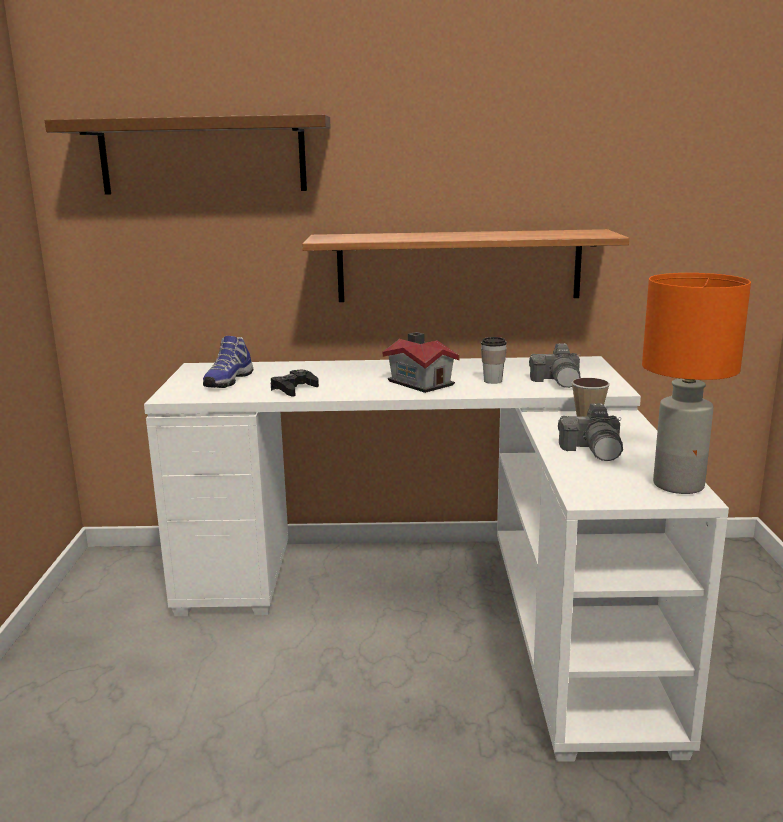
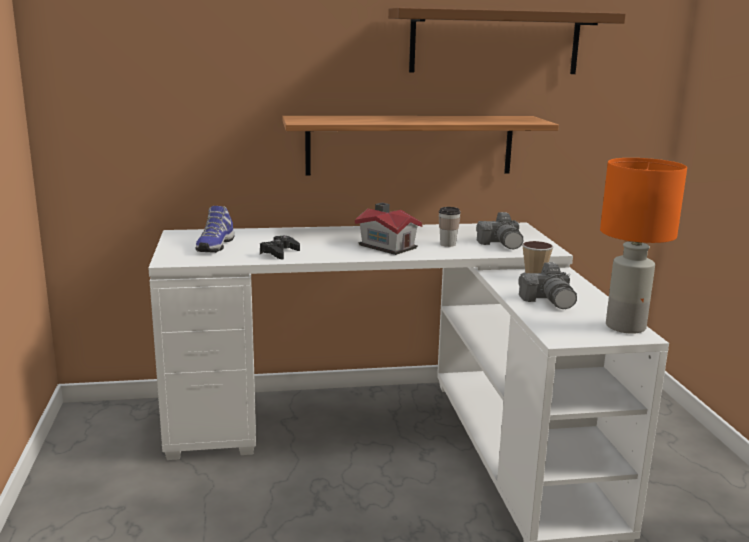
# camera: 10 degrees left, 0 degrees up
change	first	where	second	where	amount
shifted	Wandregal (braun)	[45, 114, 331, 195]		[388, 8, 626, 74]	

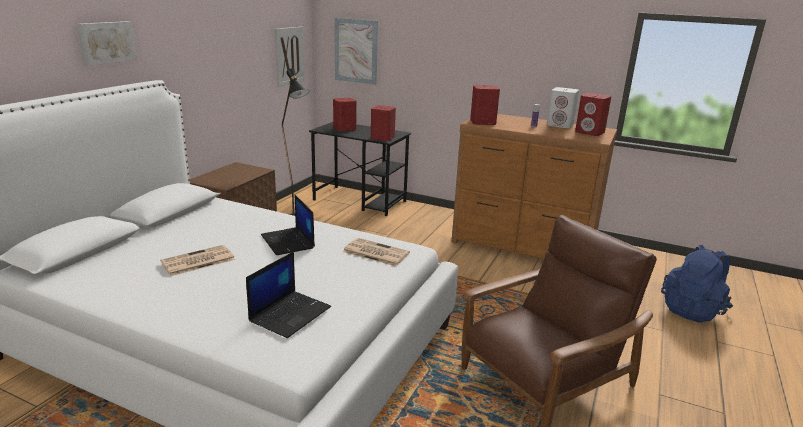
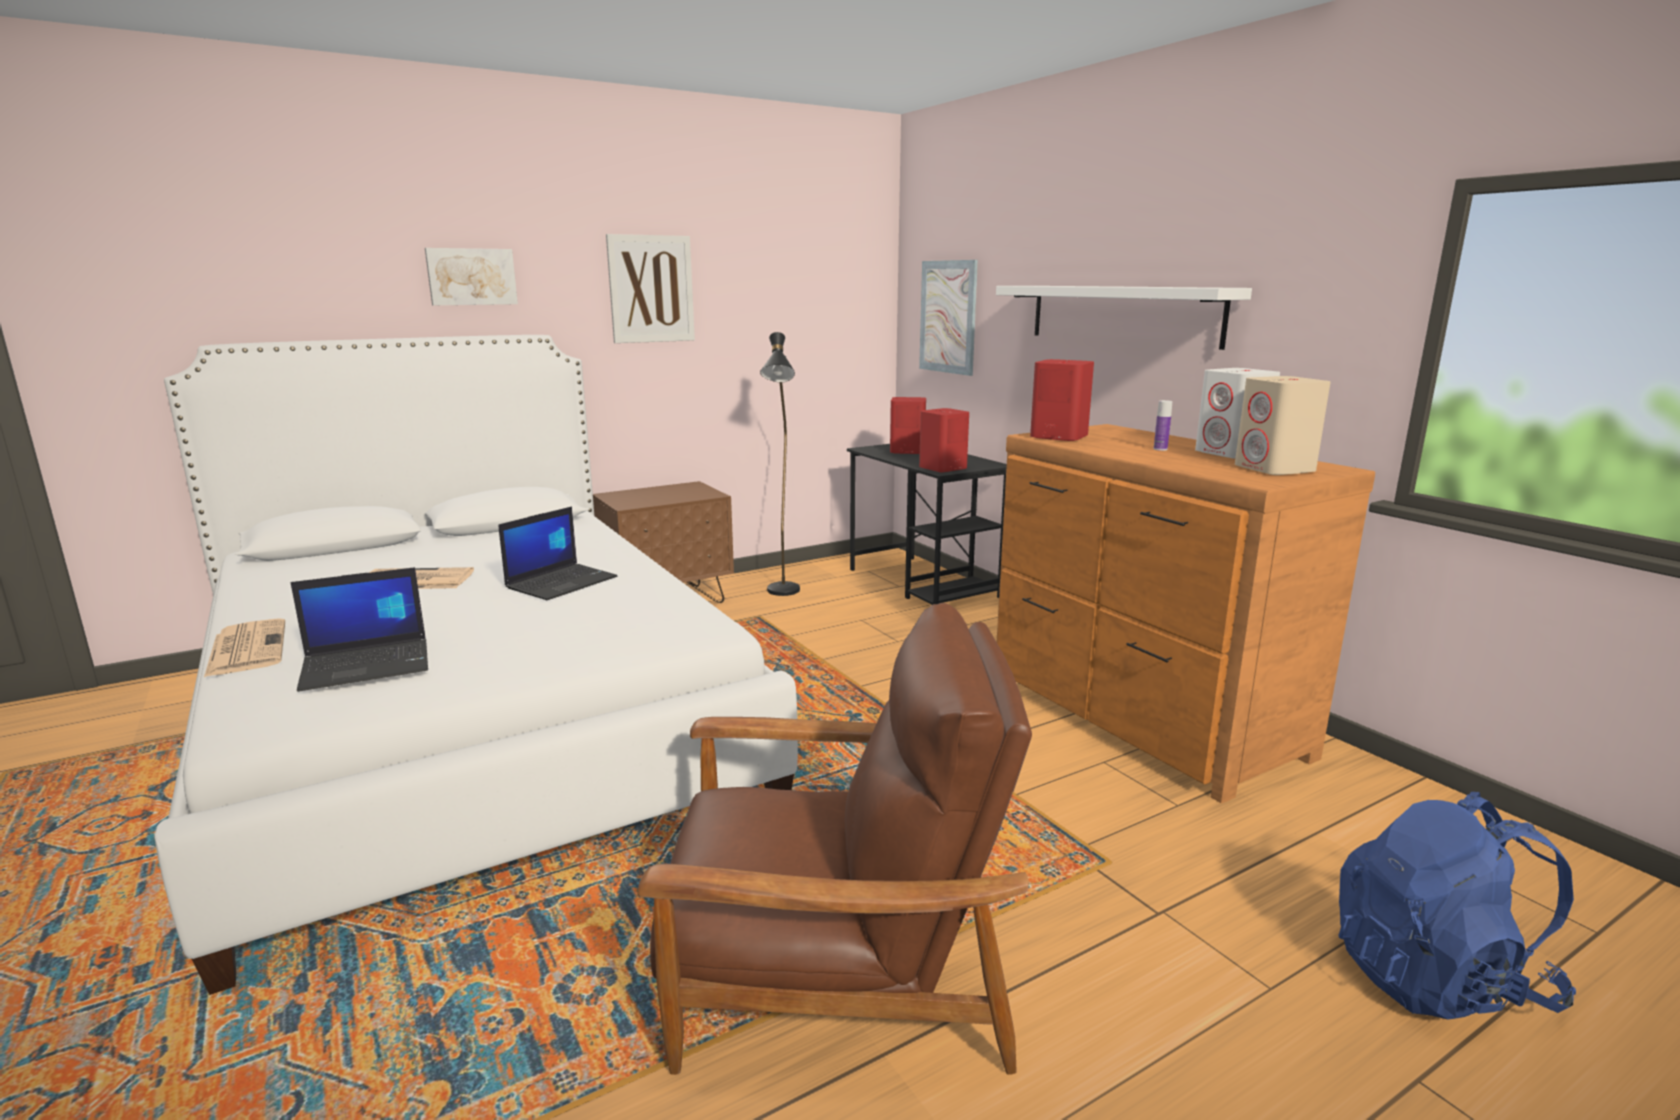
# camera: 35 degrees right, 5 degrees down
change	first	where	second	where	amount
rotated	Laptop	[261, 194, 315, 255]		[498, 506, 617, 600]	150 degrees counterclockwise
shifted	Bild	[274, 27, 305, 87]		[606, 234, 695, 343]	
shifted	Zeitung	[343, 238, 410, 266]		[204, 618, 285, 677]	
repainted	Lautsprecher (rot)	[575, 93, 611, 136]	Lautsprecher (beige)	[1235, 376, 1331, 475]	
new			Wandregal (weiß)	[996, 286, 1252, 350]	

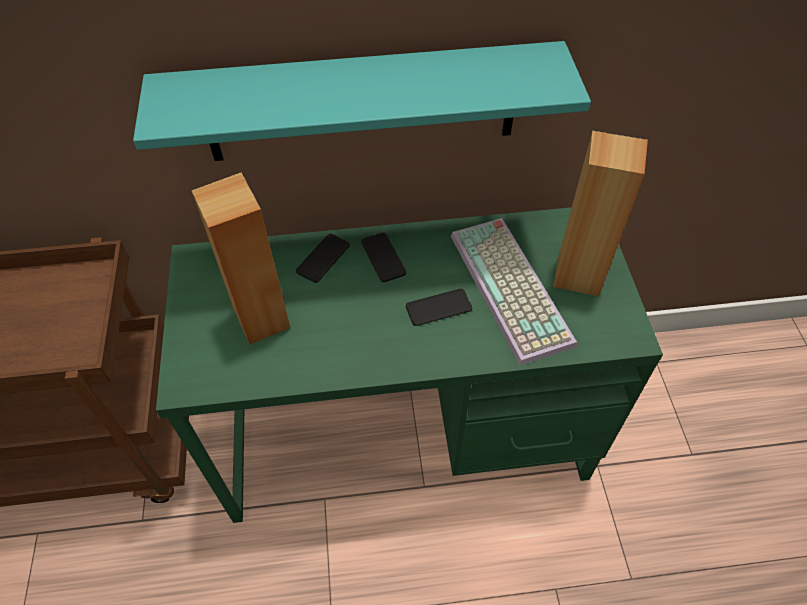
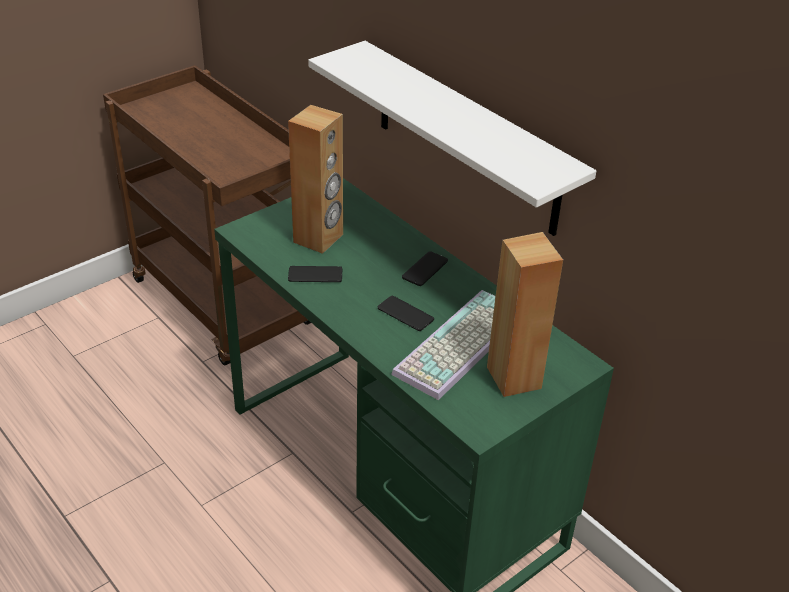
# camera: 55 degrees right, 15 degrees down
change	first	where	second	where	amount
repainted	Wandregal (türkis)	[133, 41, 591, 161]	Wandregal (weiß)	[308, 41, 596, 236]	
shifted	Handy	[296, 233, 350, 283]		[288, 266, 342, 282]	

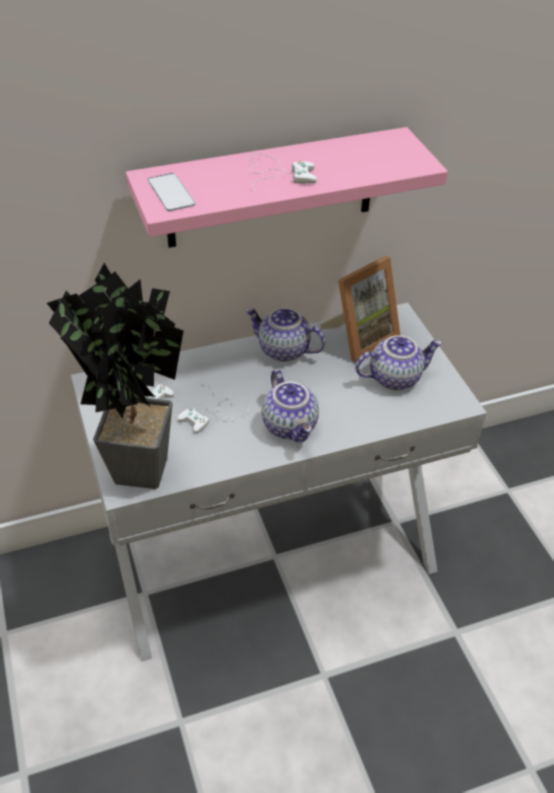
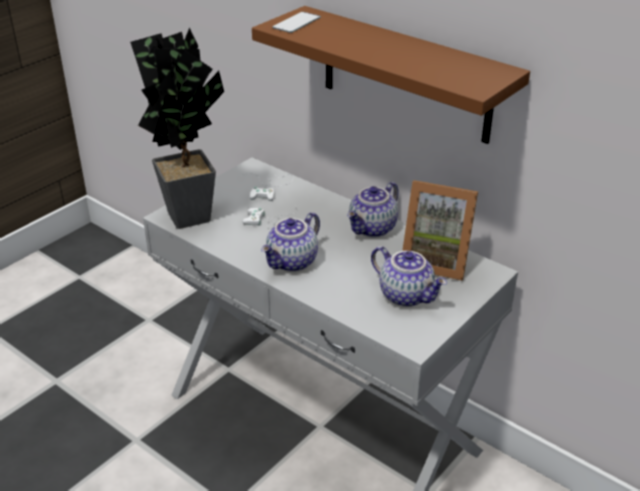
# camera: 60 degrees right, 10 degrees down
change	first	where	second	where	amount
repainted	Wandregal (rosa)	[126, 127, 448, 248]	Wandregal (braun)	[252, 6, 530, 144]	
rotated	Teekanne	[245, 307, 326, 362]		[347, 182, 399, 238]	135 degrees counterclockwise
gone	Gamepad (weiß)	[247, 154, 317, 194]			

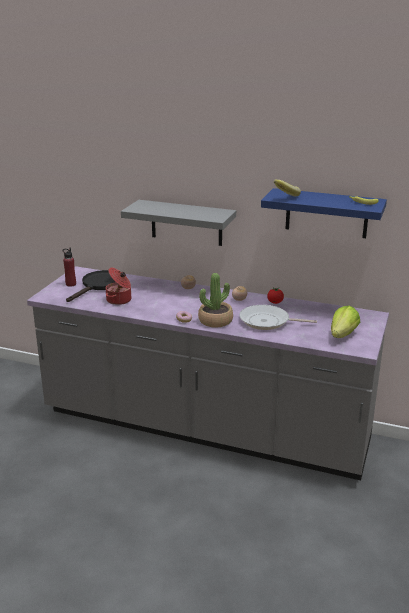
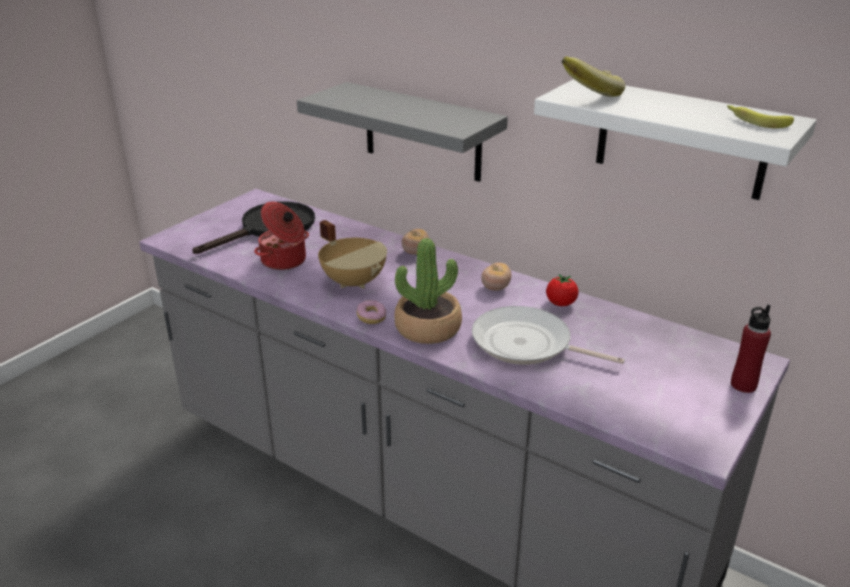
# camera: 15 degrees right, 5 degrees up
change	first	where	second	where	amount
shifted	Flasche (rot)	[62, 248, 76, 287]		[731, 304, 771, 393]	
repainted	Wandregal (blau)	[261, 188, 387, 238]	Wandregal (weiß)	[534, 79, 817, 200]	
gone	Salatkopf	[331, 306, 360, 338]			
new			Kochtopf (beige)	[318, 220, 387, 289]	

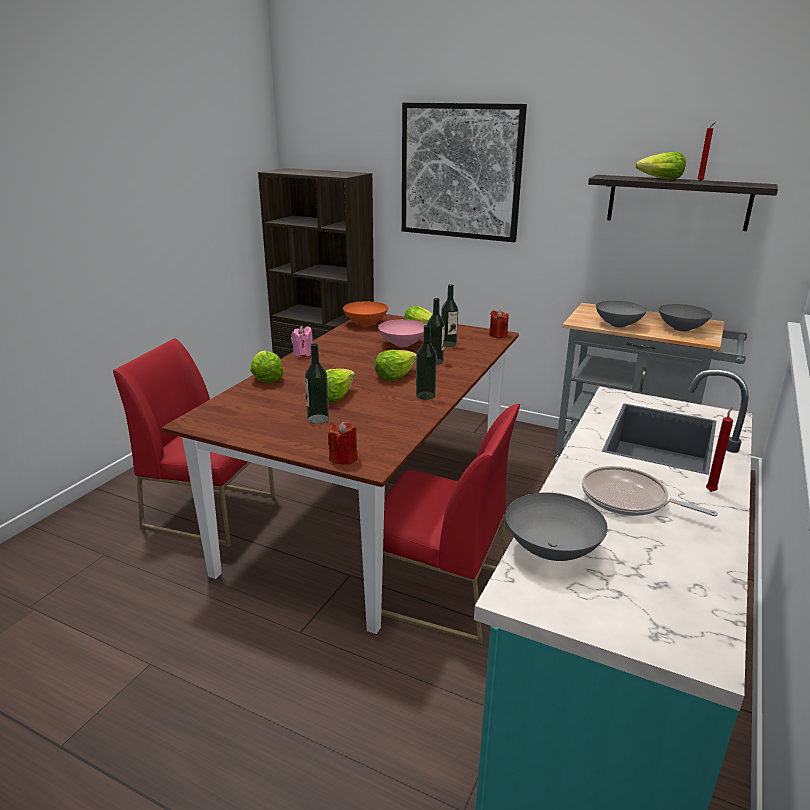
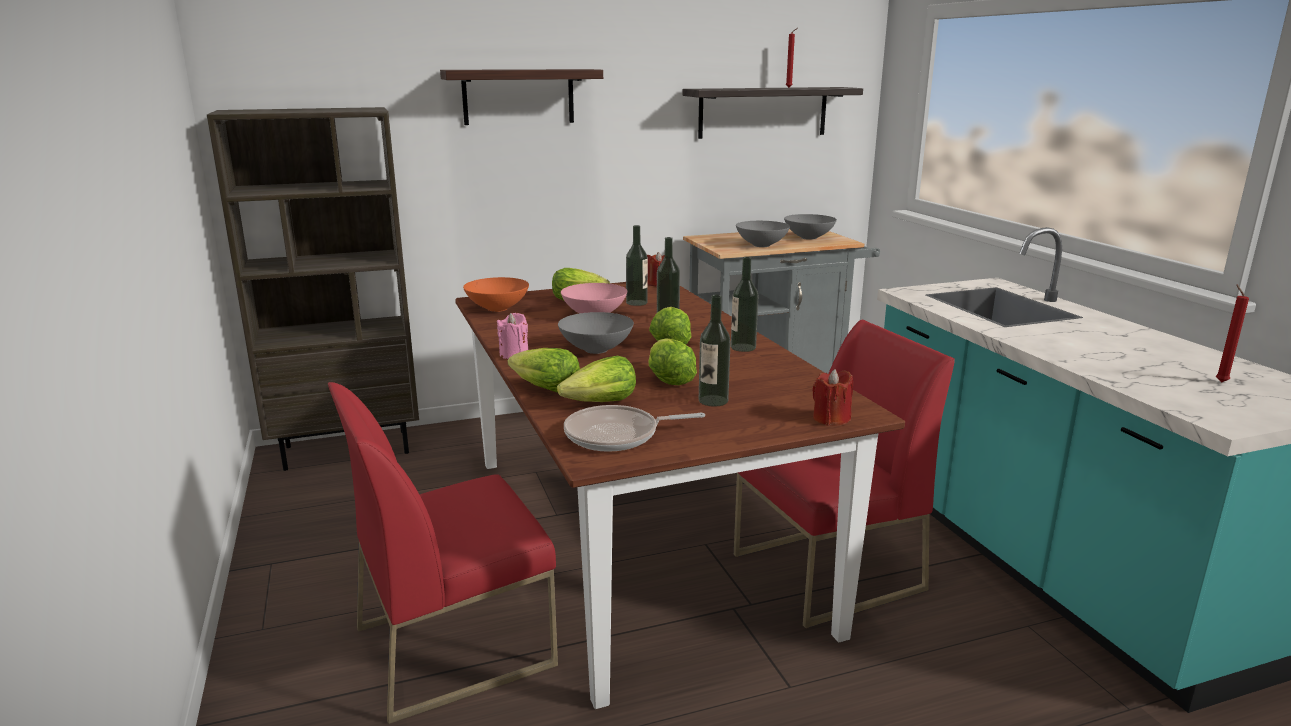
# camera: 45 degrees left, 5 degrees down
change	first	where	second	where	amount
swapped	Bild	[402, 103, 527, 242]	Wandregal	[440, 69, 603, 125]	
shifted	Schüssel (grau)	[506, 492, 608, 561]		[558, 312, 634, 354]	
shifted	Pfanne	[582, 466, 718, 516]		[564, 405, 705, 452]	
shifted	Salatkopf	[636, 152, 686, 180]		[557, 356, 636, 402]	
shifted	Kerze (rot)	[706, 407, 733, 492]		[1216, 285, 1249, 382]	

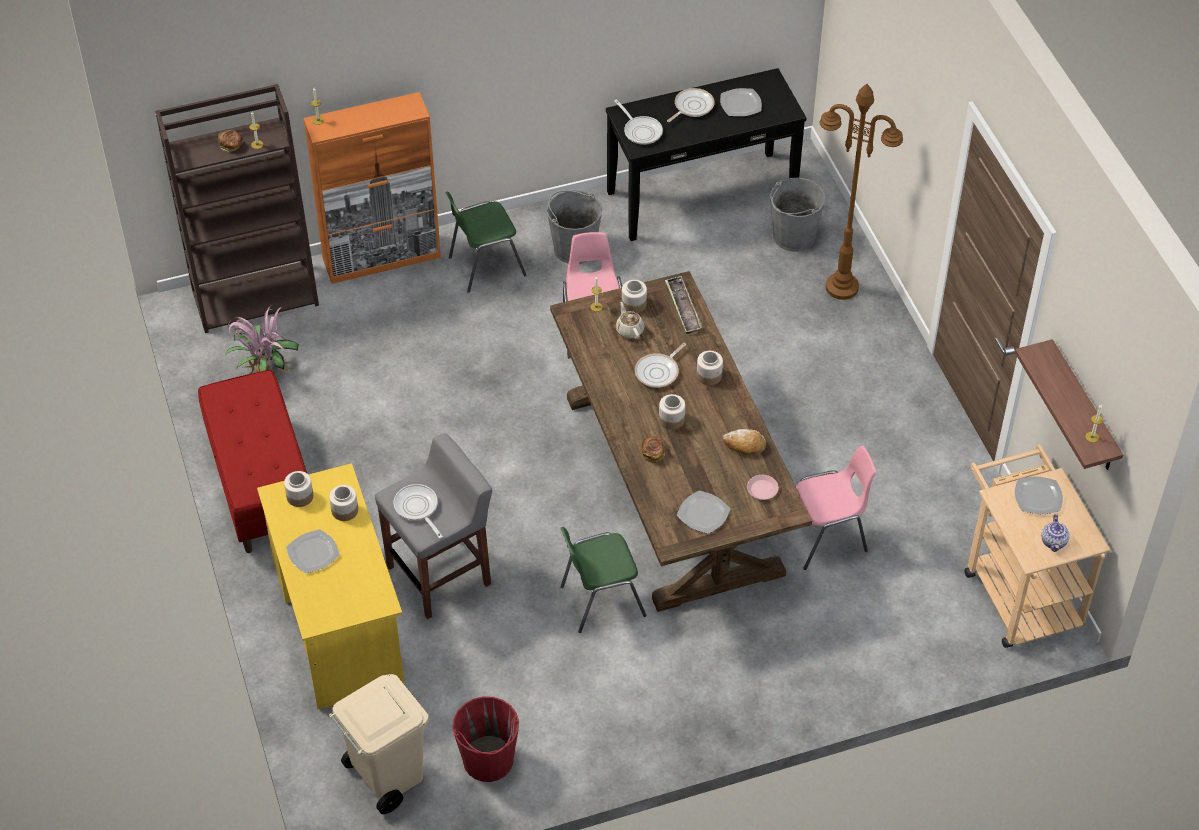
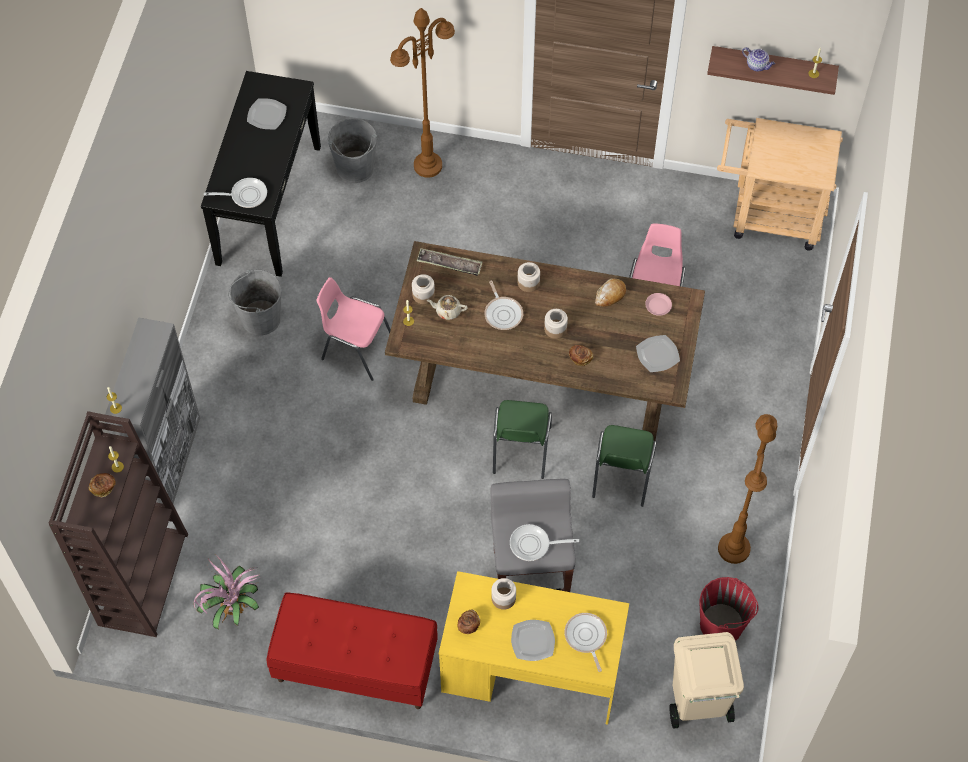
# camera: 60 degrees left, 10 degrees up
change	first	where	second	where	amount
swapped	Vorratsglas	[284, 471, 313, 507]	Brot	[458, 610, 480, 634]	
repainted	Schrank (orange)	[304, 92, 441, 284]	Schrank (grau)	[105, 317, 200, 504]	
shifted	Stuhl (grün)	[445, 191, 526, 293]		[493, 400, 552, 479]	
shifted	Pfanne	[667, 88, 715, 122]		[564, 613, 607, 672]	
gone	Teller	[1015, 476, 1063, 514]			
shifted	Teekanne	[1041, 514, 1070, 552]		[742, 47, 775, 71]	
new			Stehlampe (braun)	[718, 414, 777, 564]	

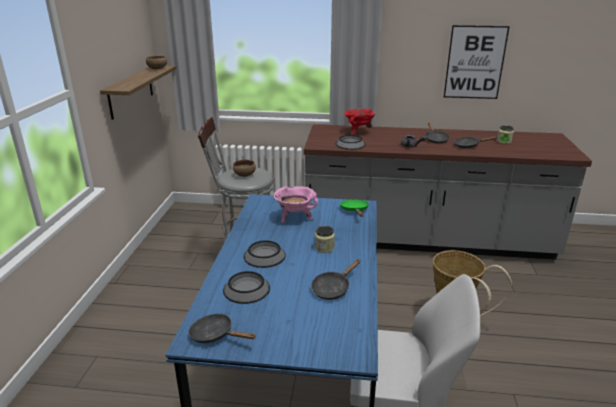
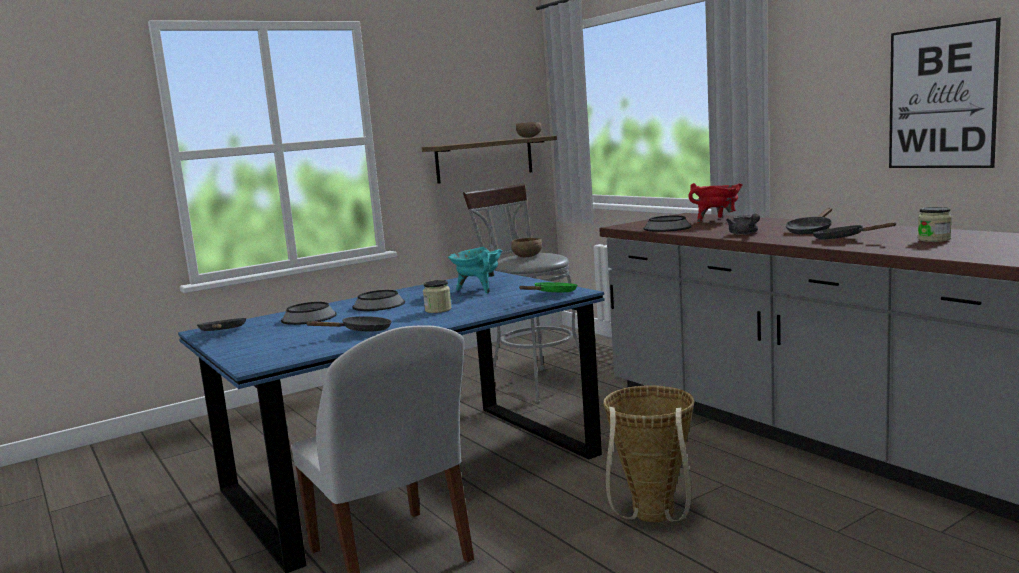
# camera: 50 degrees right, 15 degrees down
change	first	where	second	where	amount
repainted	Kochtopf (rosa)	[274, 186, 318, 223]	Kochtopf (türkis)	[448, 247, 502, 293]	
rotated	Pfanne (schwarz)	[311, 259, 360, 300]		[306, 316, 392, 332]	150 degrees clockwise

